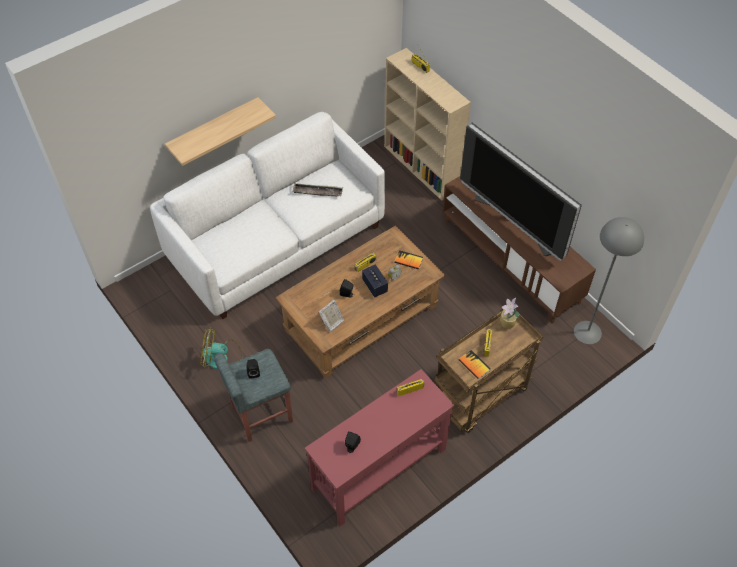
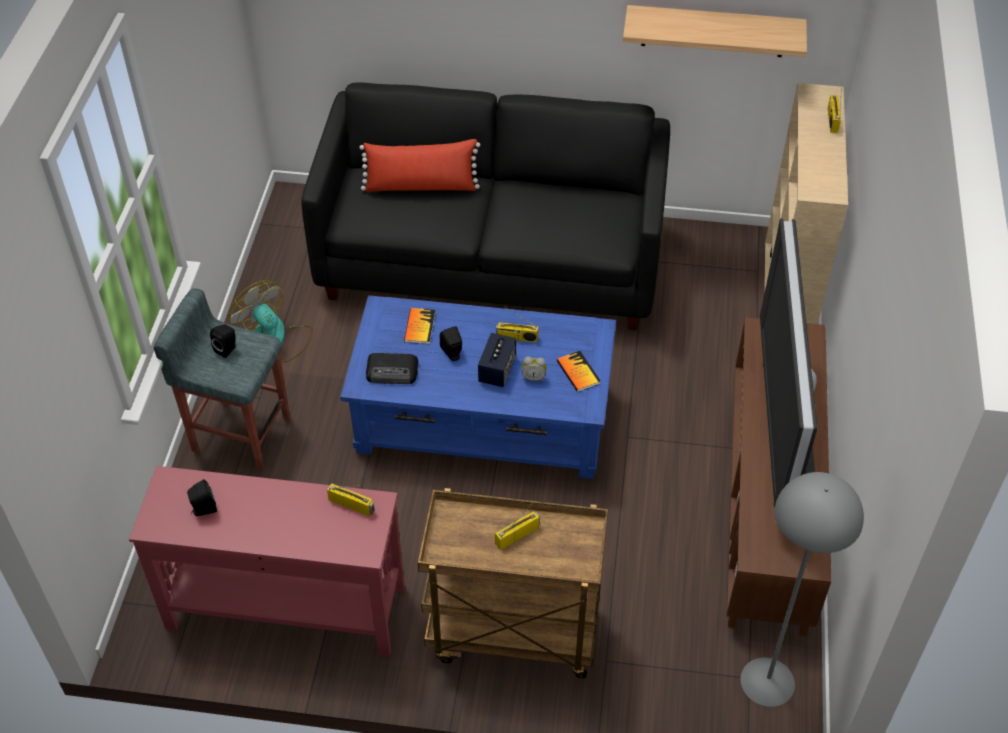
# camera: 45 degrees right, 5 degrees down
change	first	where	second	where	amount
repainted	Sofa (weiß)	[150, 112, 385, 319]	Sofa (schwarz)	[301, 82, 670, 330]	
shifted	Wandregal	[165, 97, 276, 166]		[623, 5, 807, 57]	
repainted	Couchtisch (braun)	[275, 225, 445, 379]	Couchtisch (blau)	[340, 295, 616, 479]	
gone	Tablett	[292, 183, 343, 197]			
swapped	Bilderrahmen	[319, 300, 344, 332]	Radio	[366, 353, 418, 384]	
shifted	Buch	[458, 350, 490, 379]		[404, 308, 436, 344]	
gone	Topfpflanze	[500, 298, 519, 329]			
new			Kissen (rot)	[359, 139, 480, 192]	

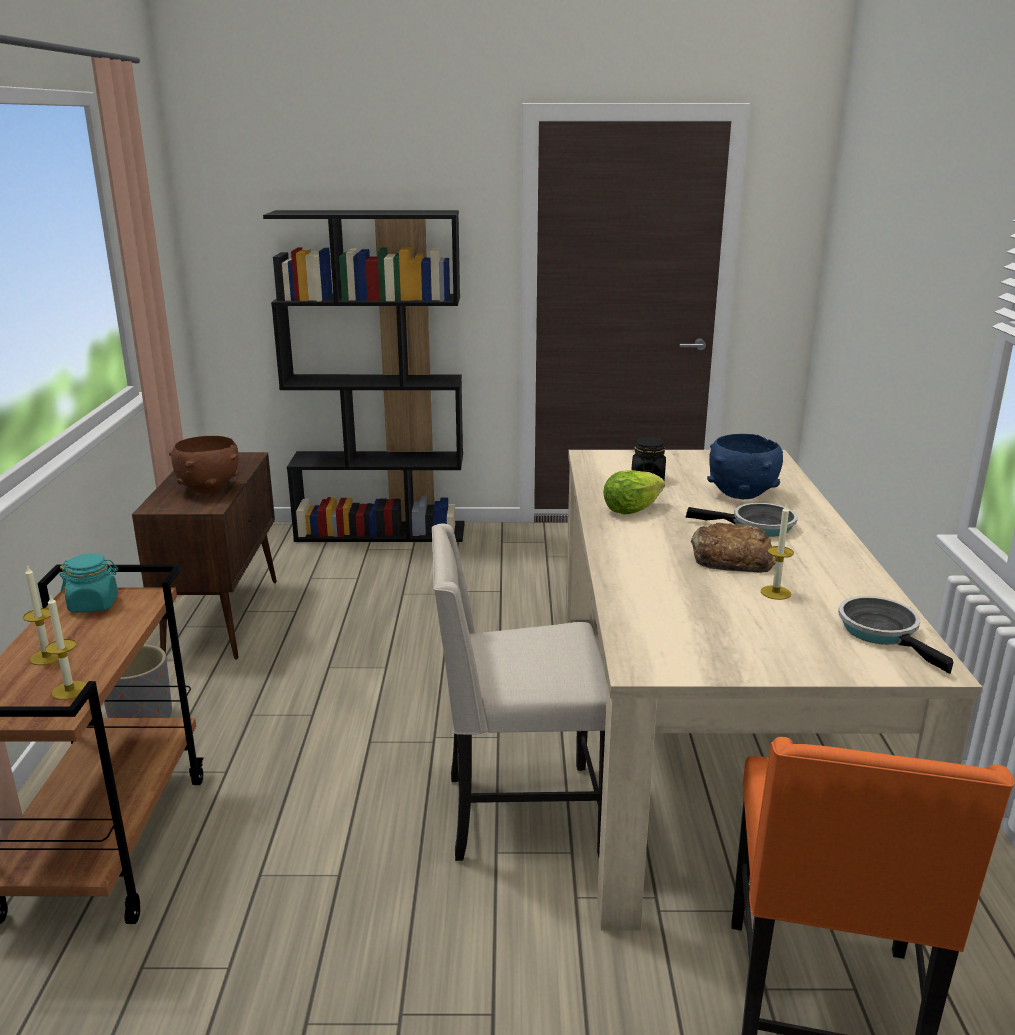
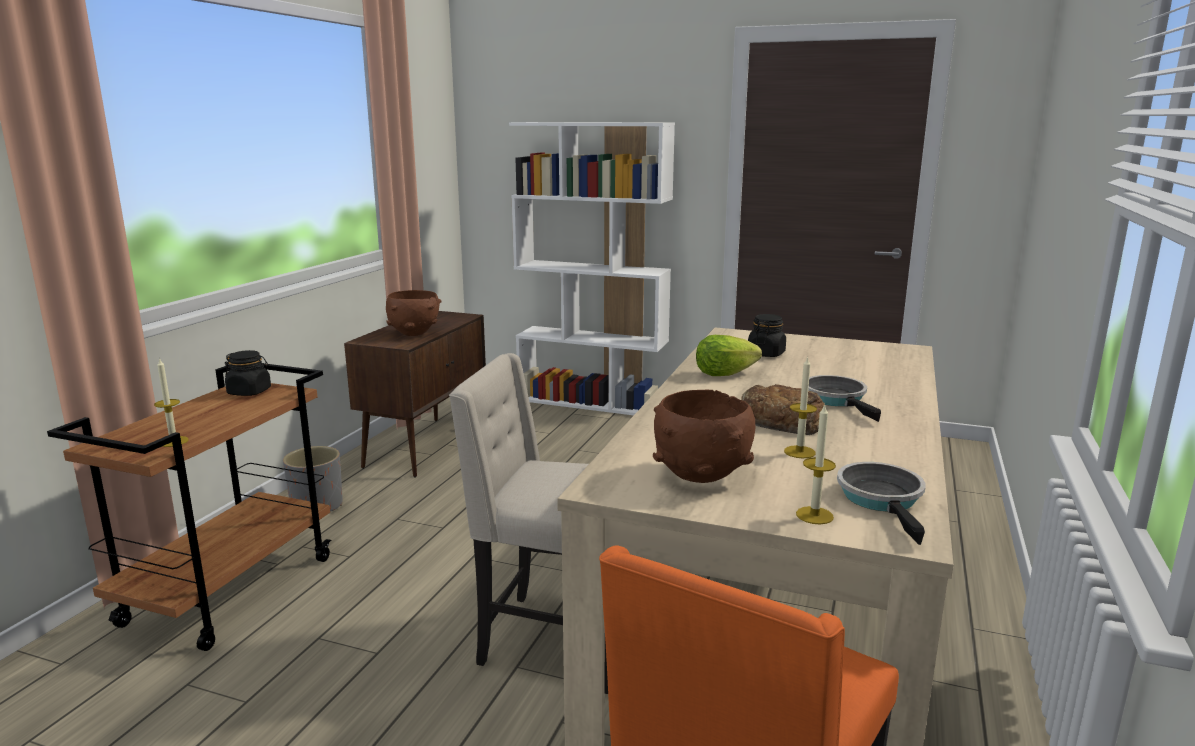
# camera: 20 degrees right, 5 degrees down
change	first	where	second	where	amount
shifted	Kerze	[23, 565, 59, 665]		[796, 403, 836, 524]	
repainted	Vorratsglas (türkis)	[59, 553, 118, 612]	Vorratsglas (schwarz)	[225, 350, 271, 396]	
repainted	Bücherregal (schwarz)	[263, 210, 465, 542]	Bücherregal (weiß)	[509, 122, 675, 415]	
rotated	Pfanne	[686, 503, 798, 537]		[808, 375, 881, 422]	135 degrees counterclockwise
gone	Schüssel (blau)	[707, 434, 783, 499]			
new			Schüssel (braun)	[653, 390, 756, 483]	

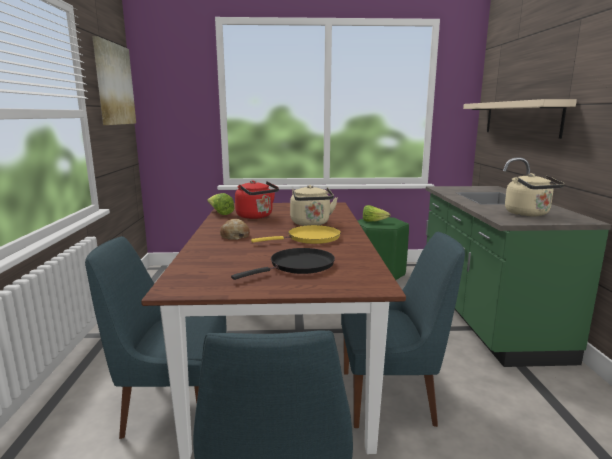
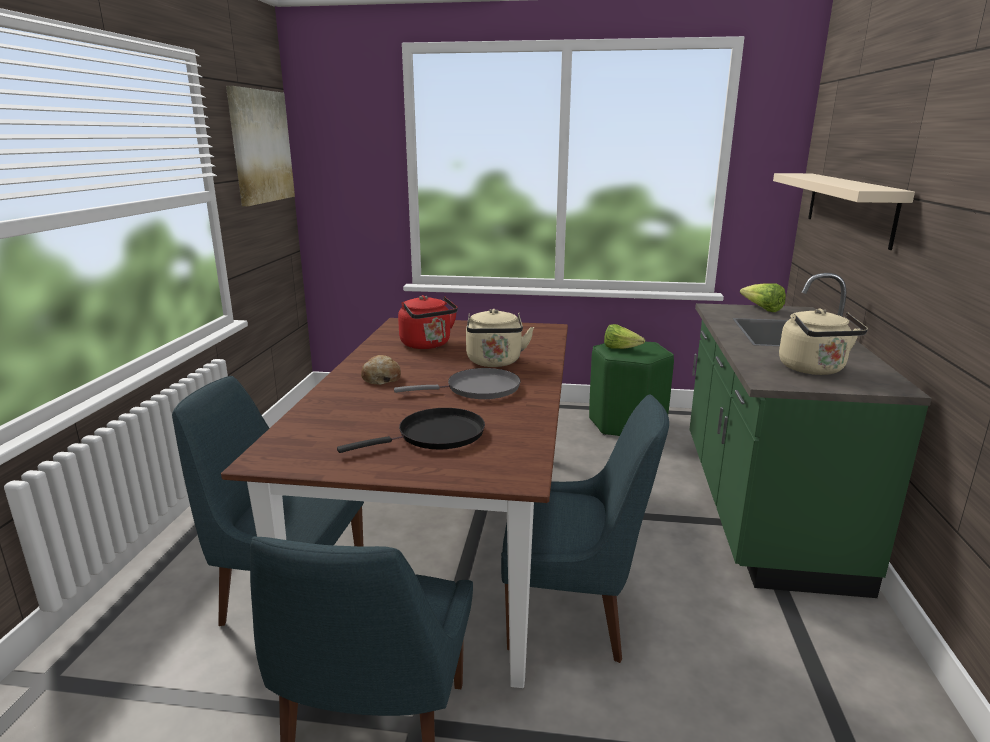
# camera: 10 degrees right, 5 degrees up
change	first	where	second	where	amount
shifted	Salatkopf	[207, 193, 234, 215]		[740, 283, 786, 312]	
repainted	Pfanne (gelb)	[251, 225, 341, 244]	Pfanne (grau)	[394, 368, 521, 399]	

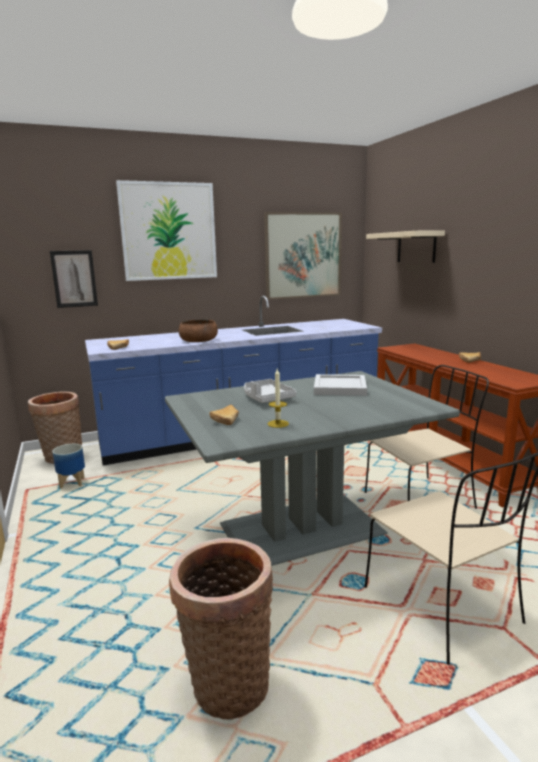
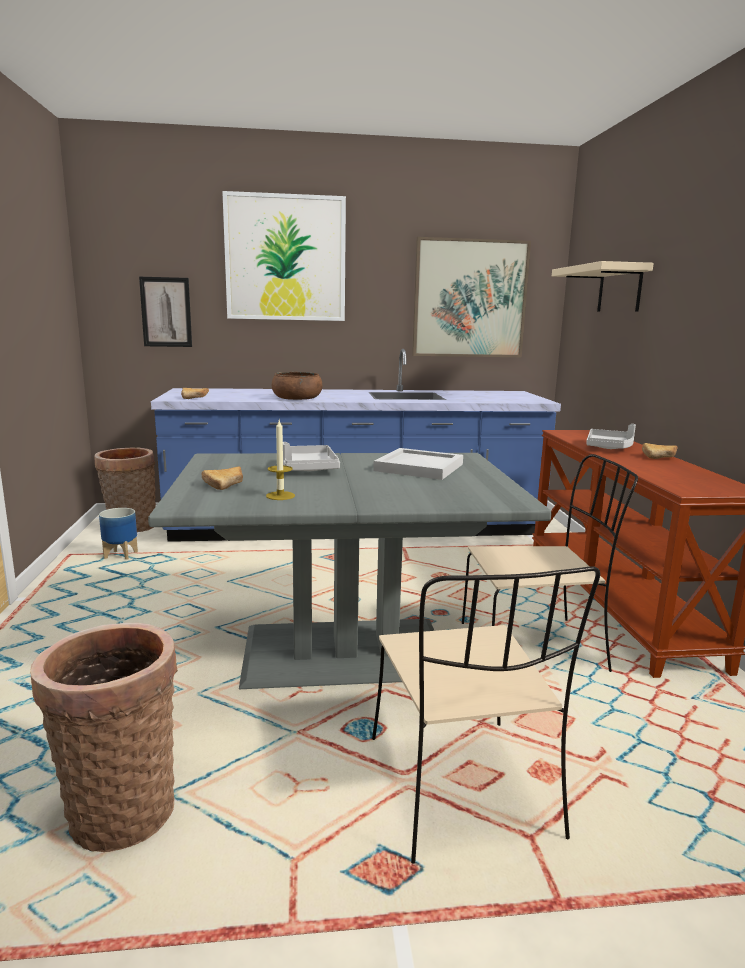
# camera: 15 degrees right, 0 degrees up
change	first	where	second	where	amount
new			Tablett (grau)	[586, 424, 636, 449]	

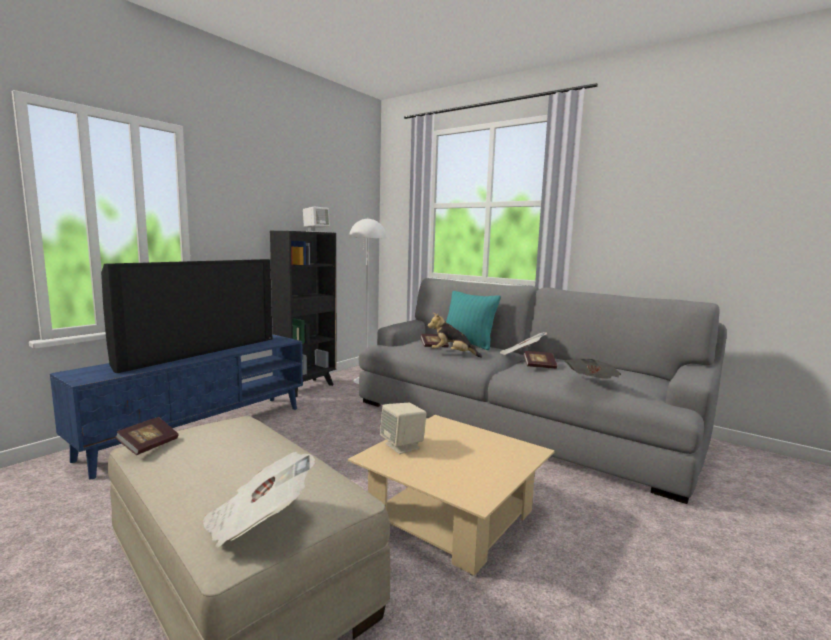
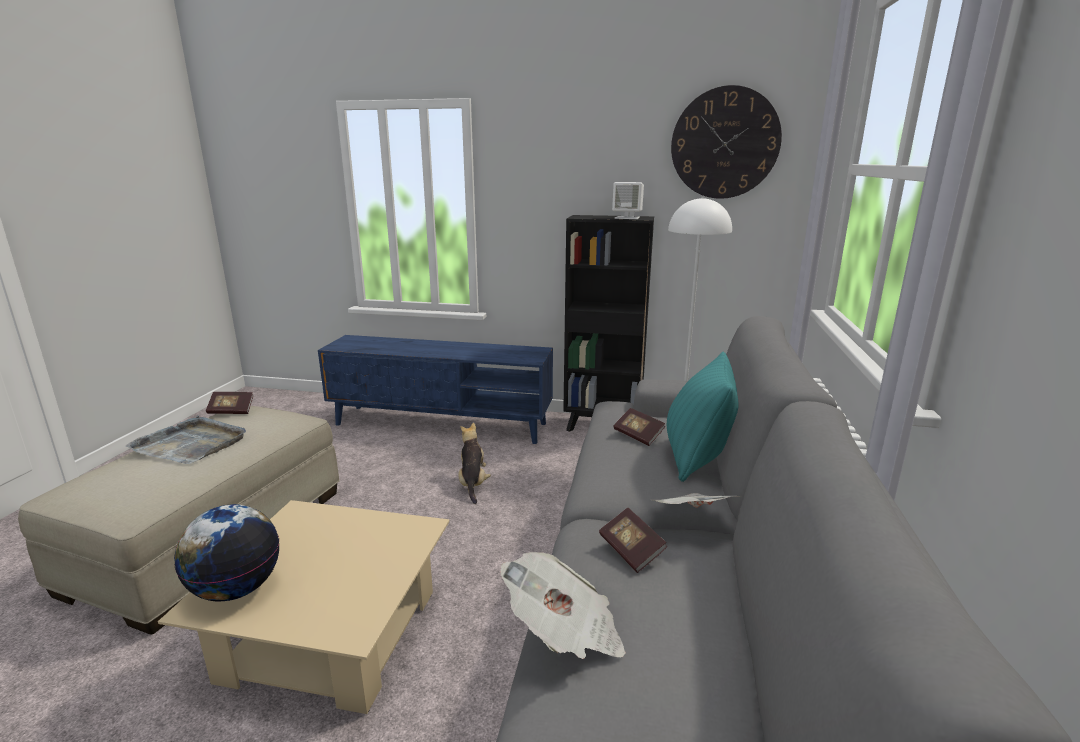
# camera: 65 degrees right, 10 degrees up
change	first	where	second	where	amount
gone	Fernseher	[101, 259, 272, 373]			
gone	Zeitung	[202, 452, 316, 548]			
gone	Lautsprecher (beige)	[380, 403, 427, 454]			
shifted	Plüschtier	[428, 313, 482, 358]		[458, 423, 491, 504]	
new			Tablett (grau)	[125, 415, 246, 464]	
new			Globus	[174, 504, 279, 601]	
new			Wanduhr	[671, 85, 782, 199]	

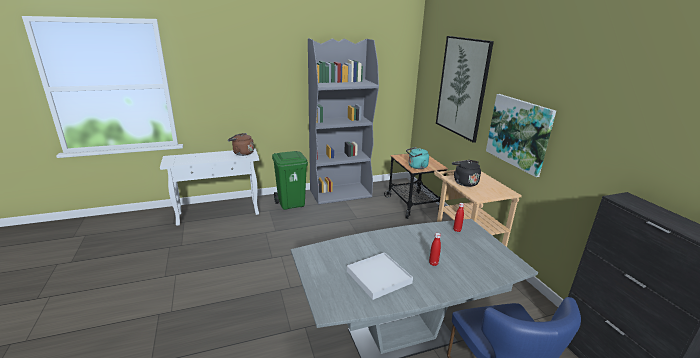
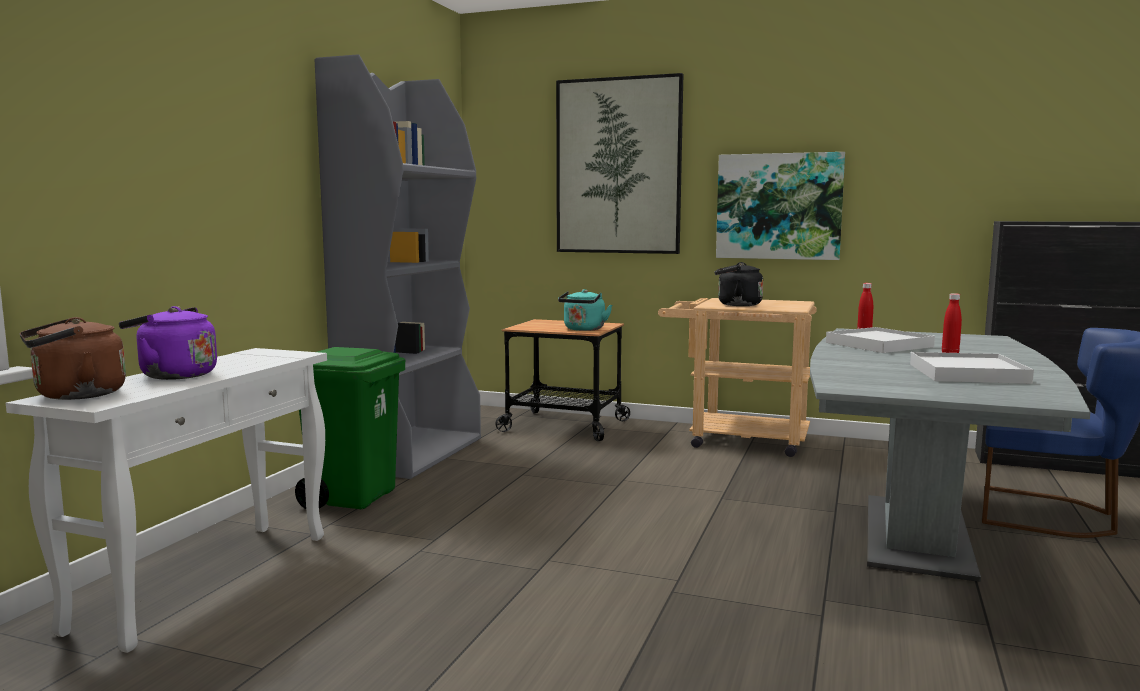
# camera: 50 degrees left, 15 degrees down
change	first	where	second	where	amount
shifted	Wasserkessel (braun)	[228, 133, 254, 156]		[19, 317, 126, 400]	
new			Wasserkessel (lila)	[119, 306, 217, 380]	
new			Tablett (weiß)	[826, 327, 935, 353]	

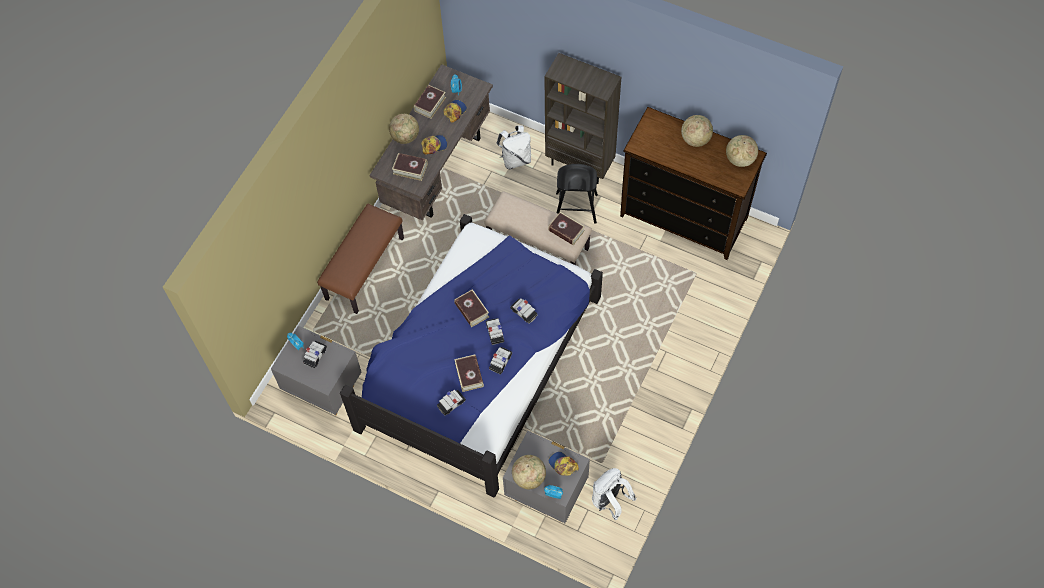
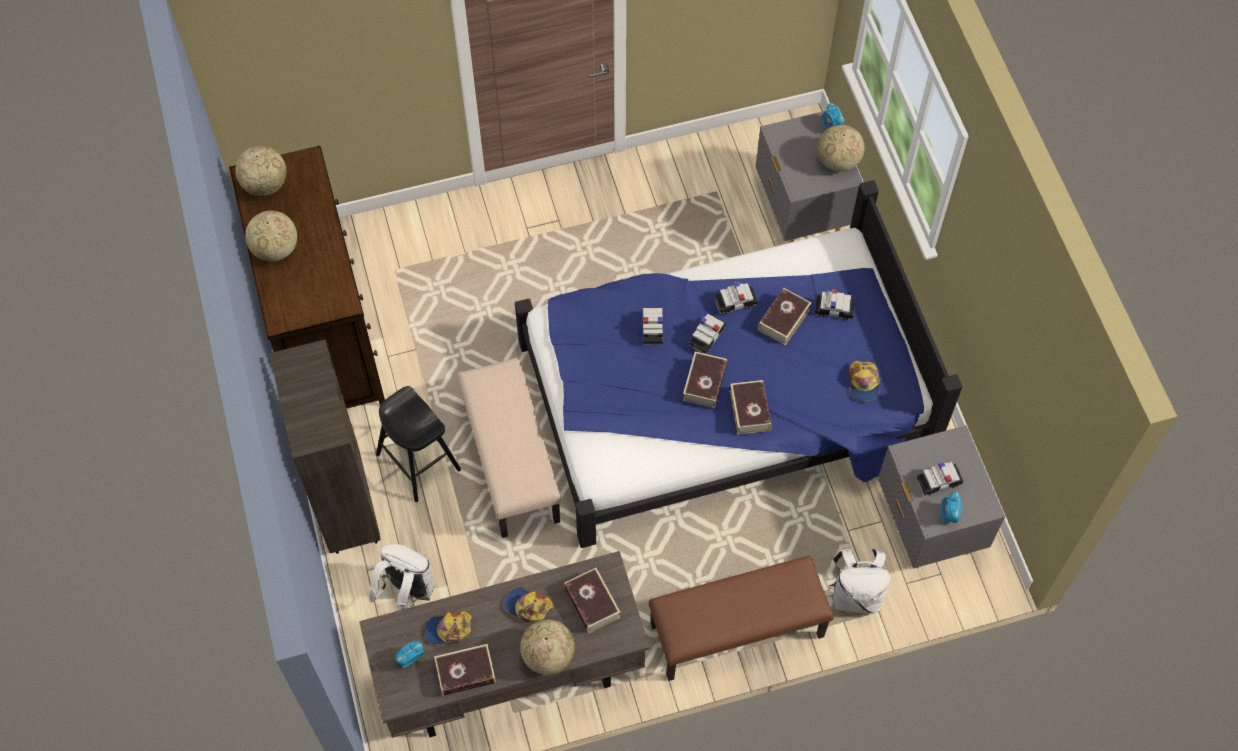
# camera: 135 degrees left, 0 degrees up
change	first	where	second	where	amount
shifted	Buch	[548, 212, 585, 245]		[730, 380, 772, 435]	
shifted	Kappe	[548, 452, 579, 476]		[849, 361, 880, 401]	
shifted	Rucksack (weiß)	[592, 468, 636, 520]		[829, 548, 891, 613]	

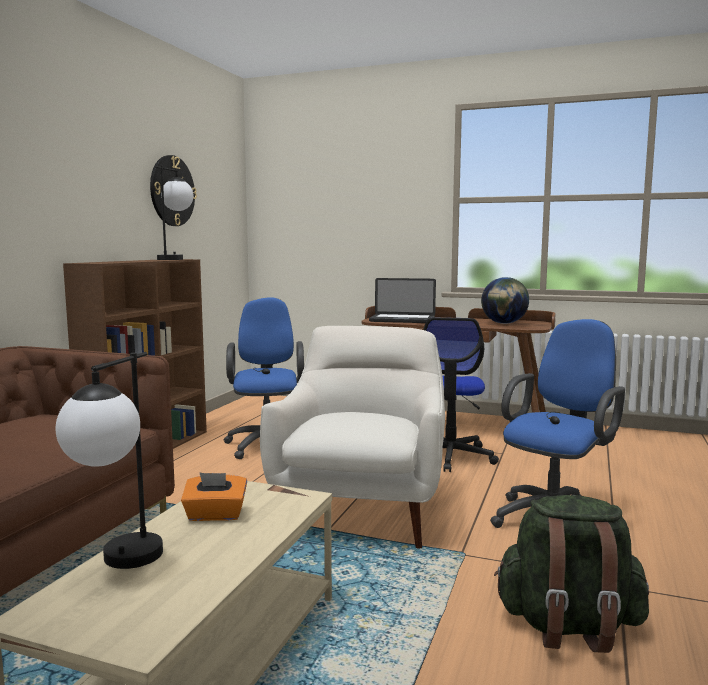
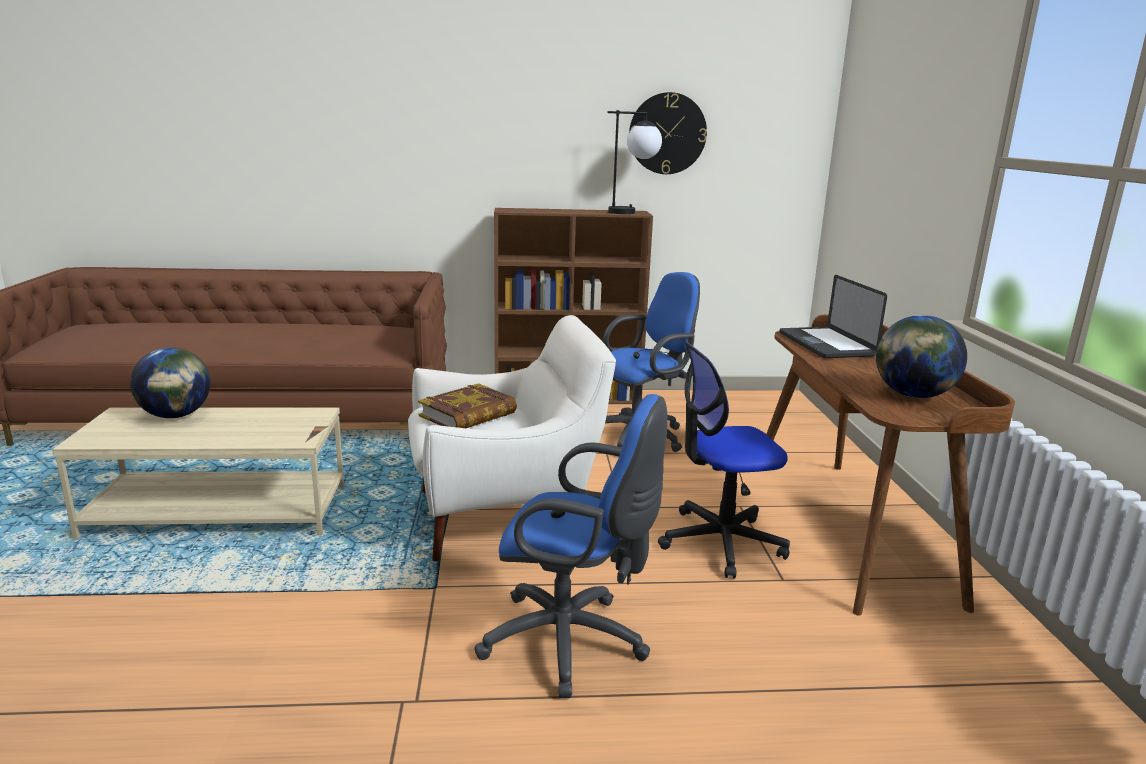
# camera: 65 degrees right, 10 degrees up
change	first	where	second	where	amount
swapped	Tischlampe	[56, 352, 163, 569]	Globus	[130, 347, 210, 418]	
gone	Taschentuchbox (orange)	[181, 472, 247, 521]			
gone	Rucksack (grün)	[494, 495, 649, 653]			
new			Buch	[418, 383, 517, 428]	

